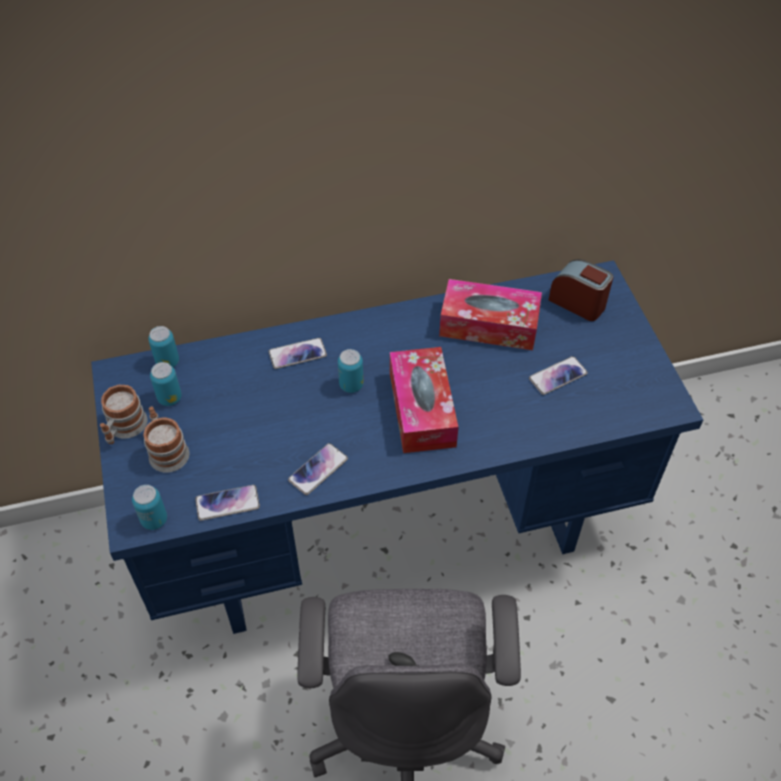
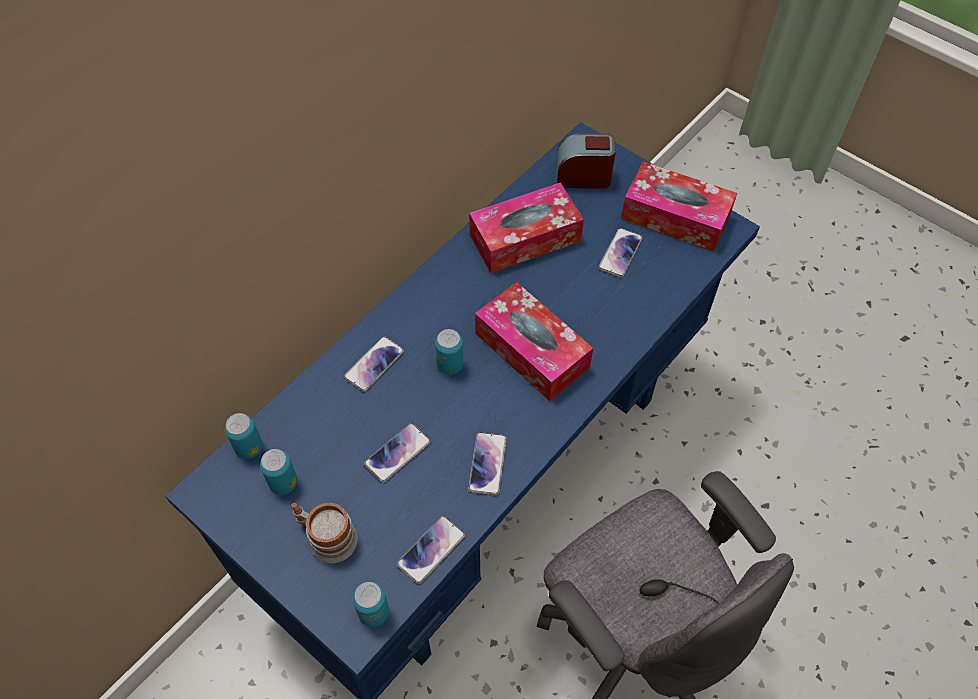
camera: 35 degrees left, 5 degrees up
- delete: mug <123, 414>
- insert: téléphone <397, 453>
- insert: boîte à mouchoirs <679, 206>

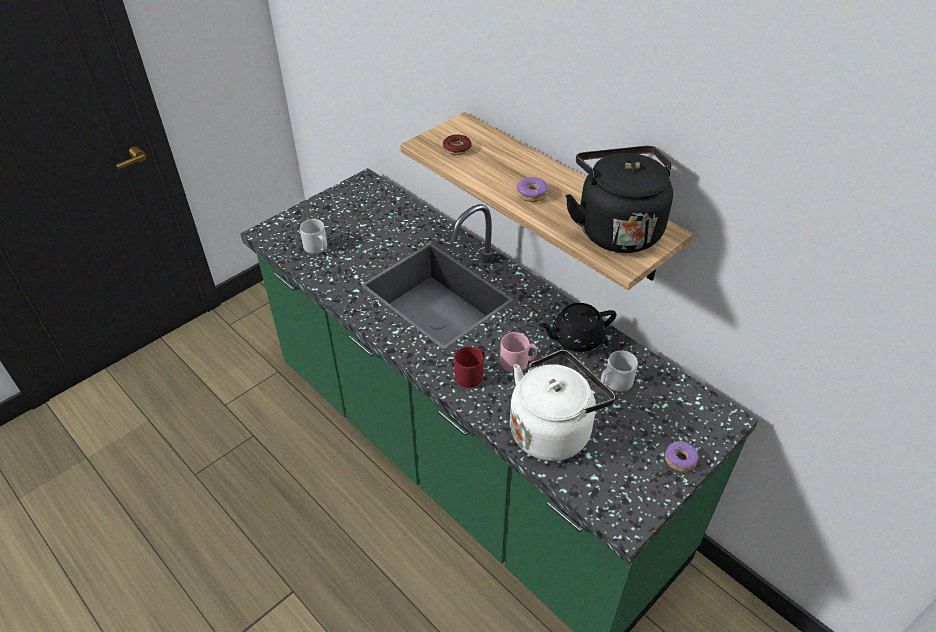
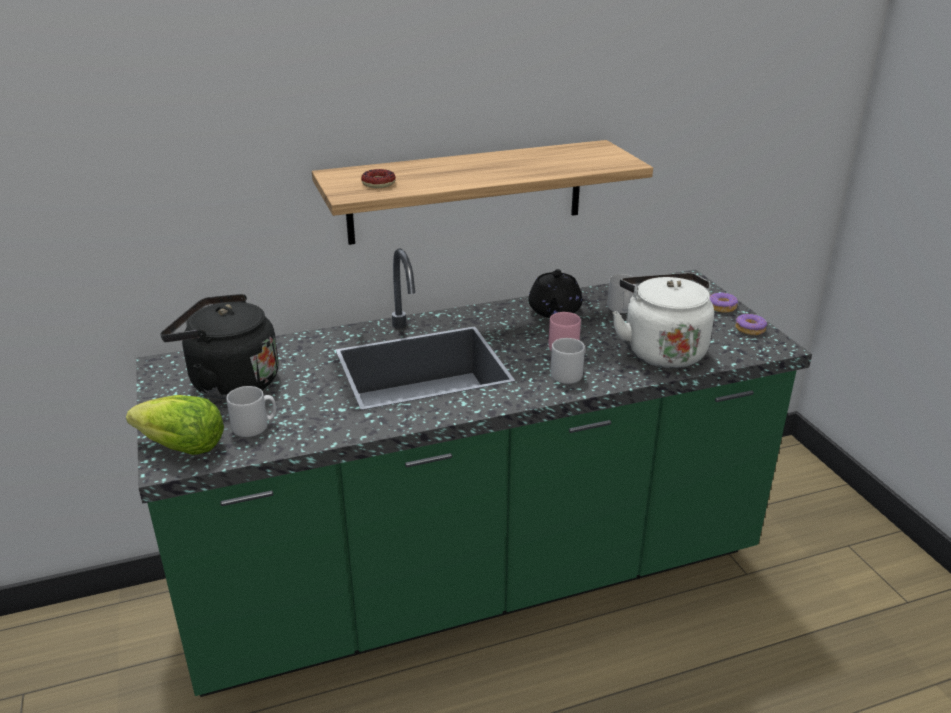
camera: 65 degrees left, 15 degrees down
- insert: laitue <175, 425>
- move: beignet <532, 189> to <751, 324>
- move: bouilloire (noir) <619, 199> to <219, 346>
- recolor: mug (rouge) <469, 367> to mug (gris) <567, 361>

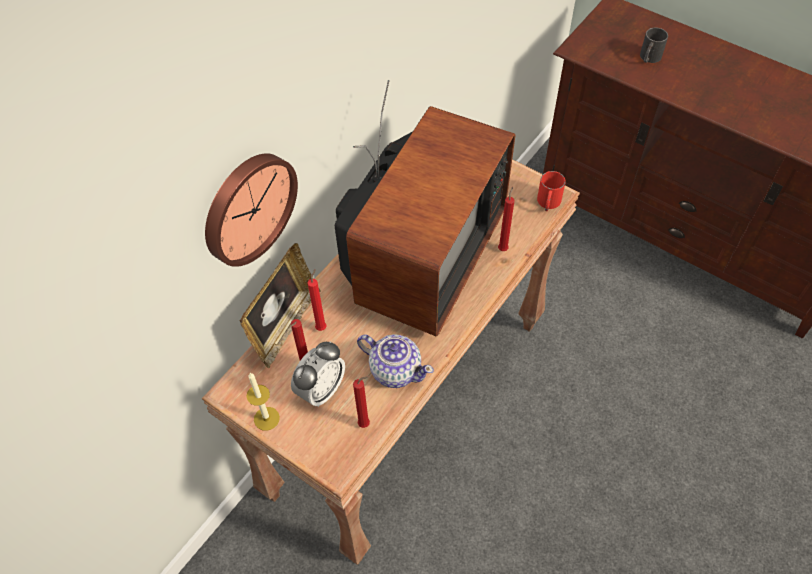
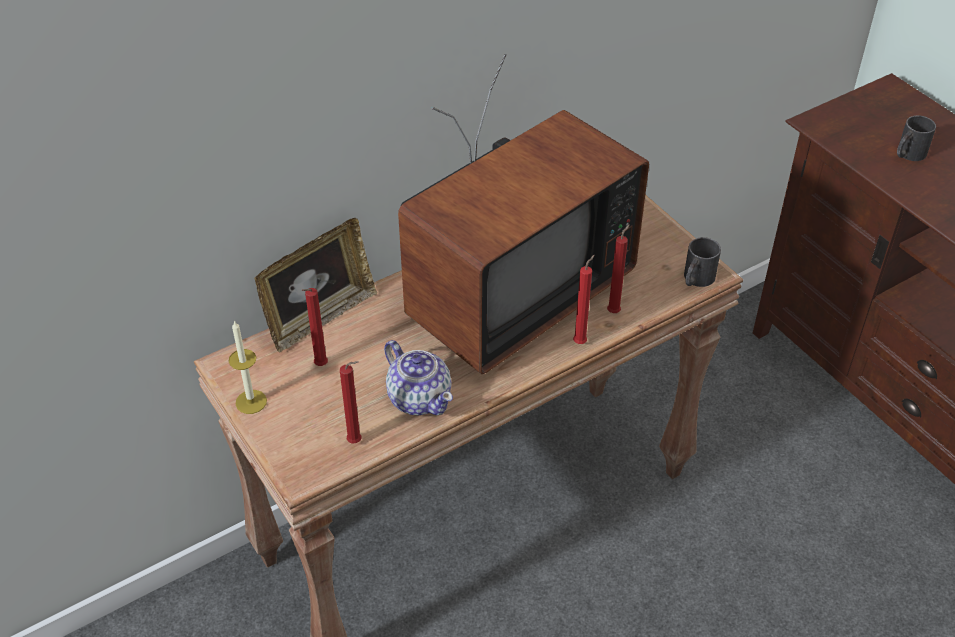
camera: 20 degrees right, 10 degrees down
- delete: horloge murale <251, 210>
- delete: réveil <318, 374>
- move: bougie (rouge) <317, 300> to <584, 299>
- recolor: mug (rouge) <551, 191> to mug (noir) <702, 262>

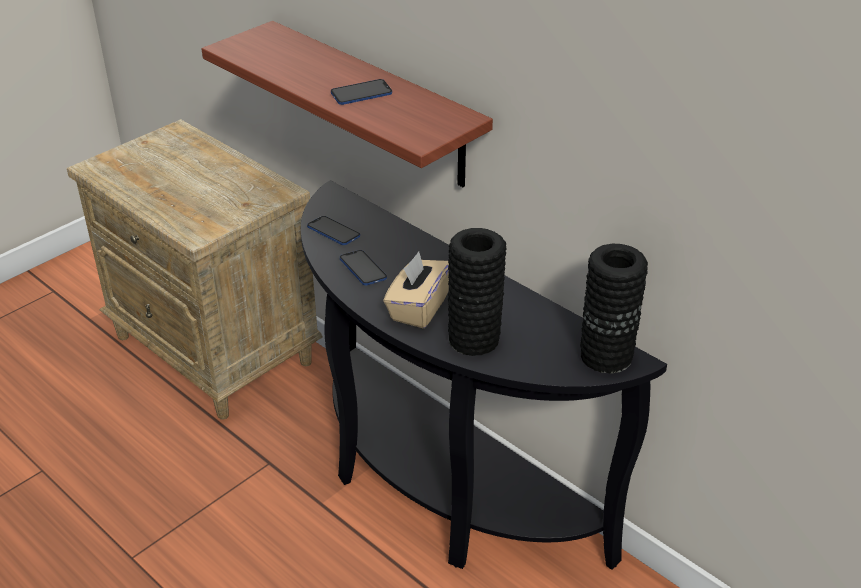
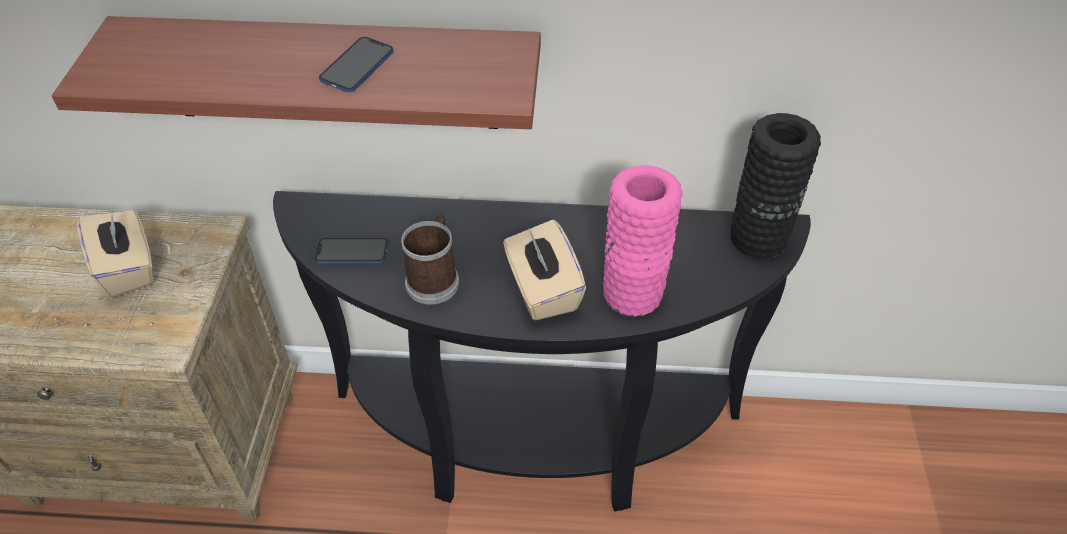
camera: 40 degrees left, 10 degrees up
- insert: boîte à mouchoirs (beige) <115, 253>
- replace: téléphone <363, 267> to mug <430, 259>
- recolor: vase (noir) <477, 292> to vase (rose) <643, 241>

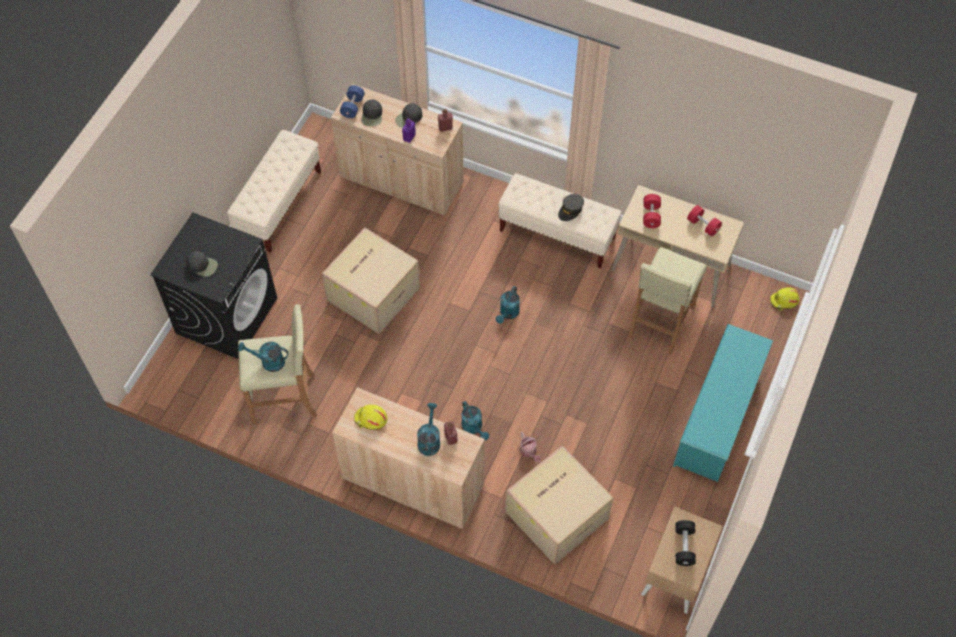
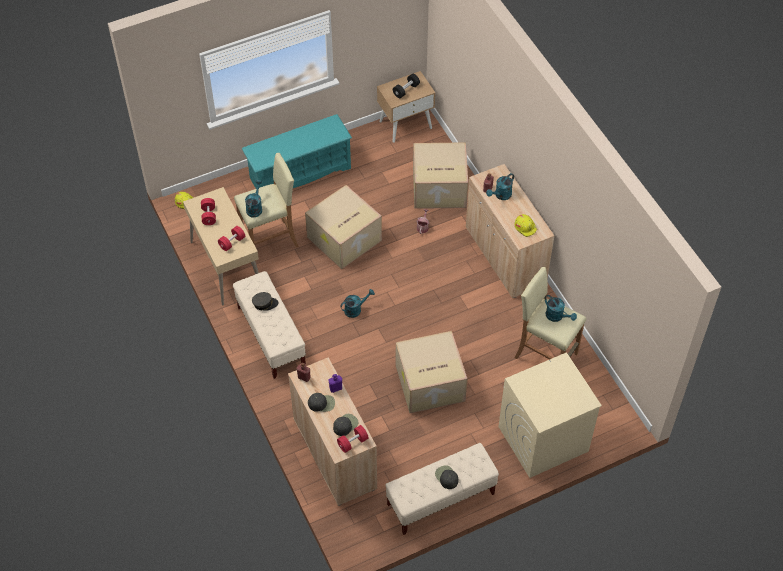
camera: 140 degrees left, 5 degrees down
- insert: carton <343, 227>
- move: casquette (noir) <202, 264> to <446, 477>
- move: arrosoir (turquoise) <475, 420> to <253, 199>
- recolor: lave-linge (noir) <213, 285> to lave-linge (beige) <550, 415>
- recolor: haltère (bleu) <352, 101> to haltère (rouge) <353, 439>

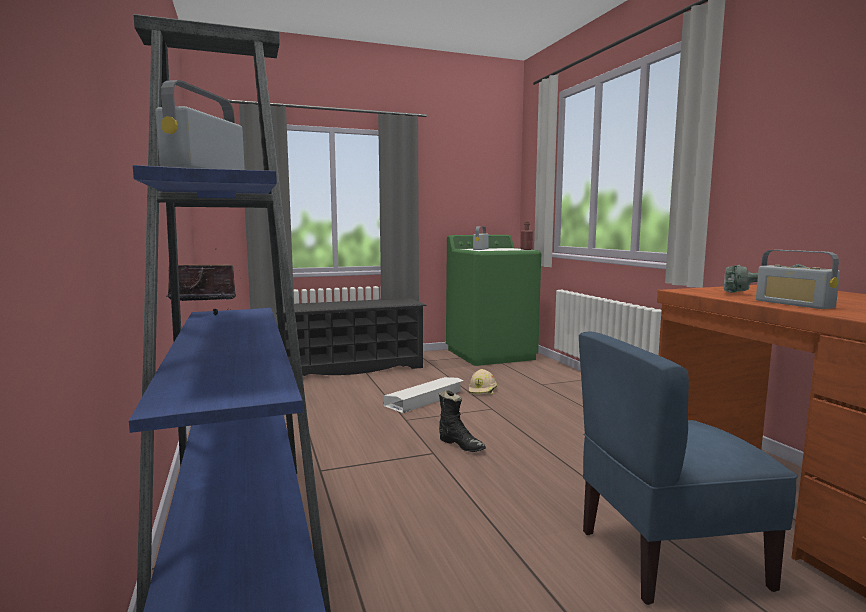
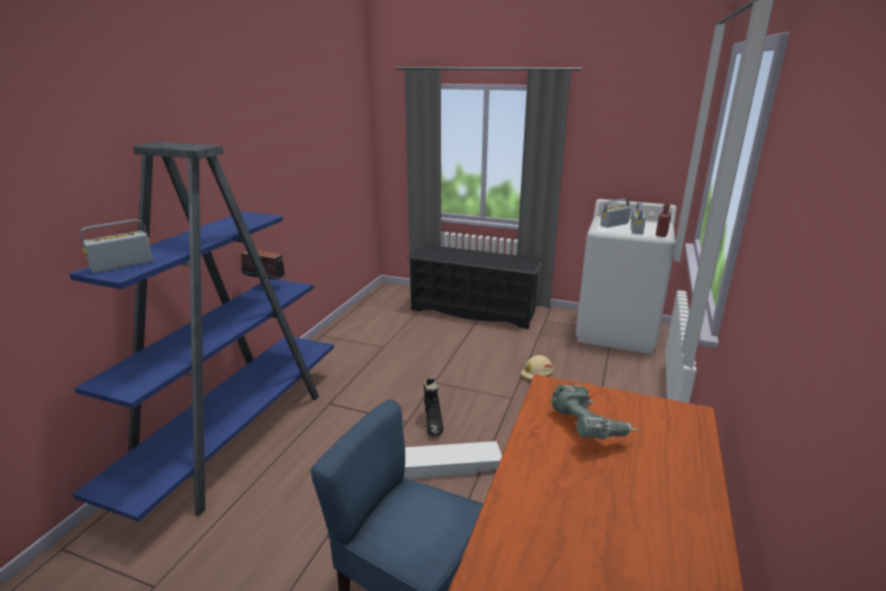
camera: 40 degrees right, 15 degrees up
- move: boîte de rangement (blanc) <424, 395> to <452, 460>
- move: radio <798, 279> to <638, 218>
- recolor: lave-linge (vert) <493, 300> to lave-linge (blanc) <626, 276>

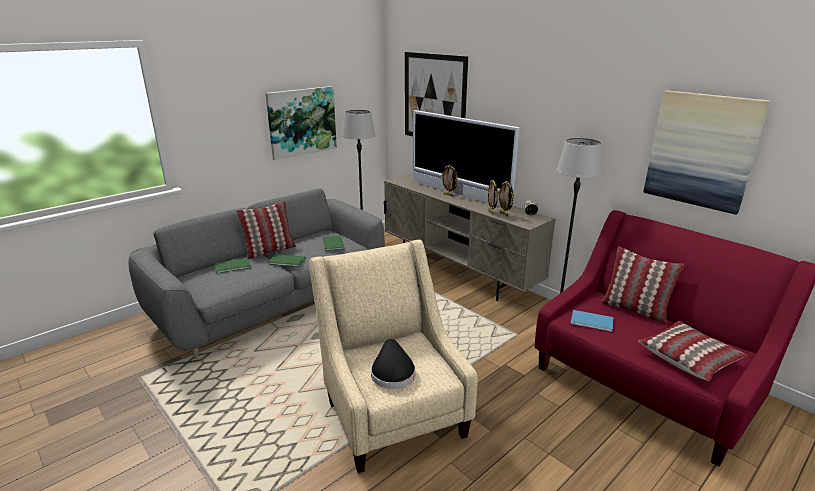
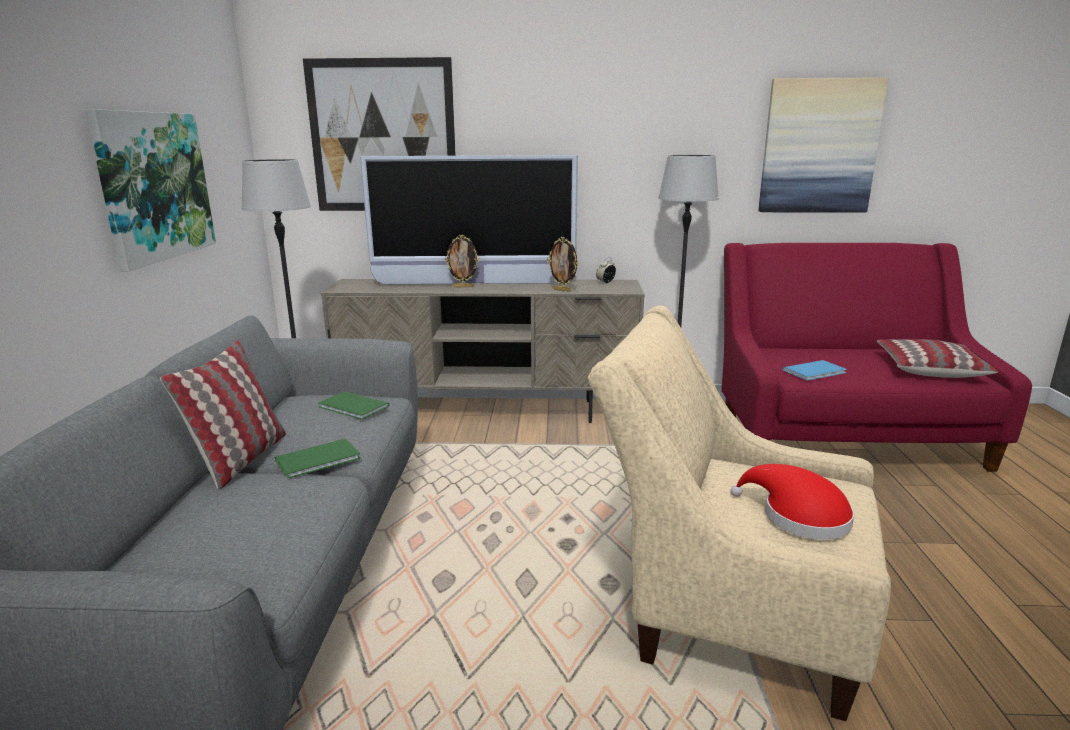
camera: 45 degrees left, 5 degrees down
- delete: livre (vert) <233, 265>
- delete: cadre photo <506, 198>
- delete: coussin <642, 285>
- recolor: chapeau (noir) <393, 364> to chapeau (rouge) <792, 502>

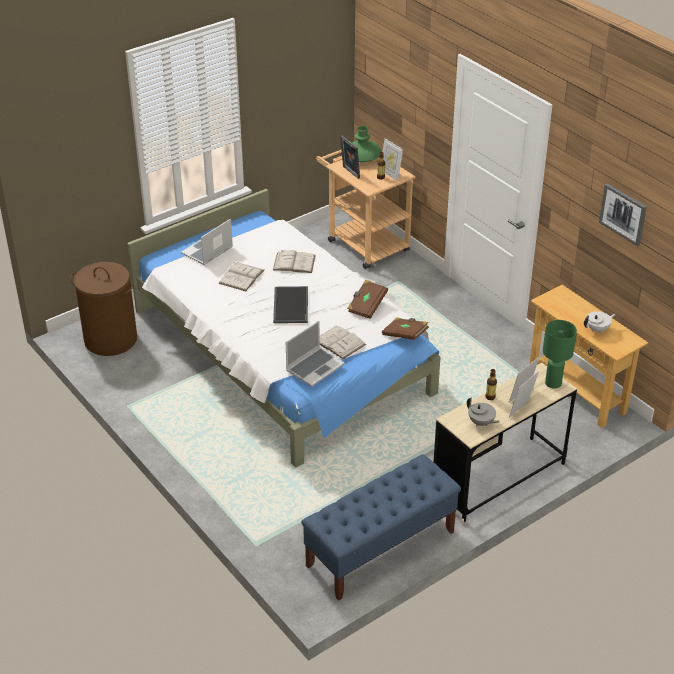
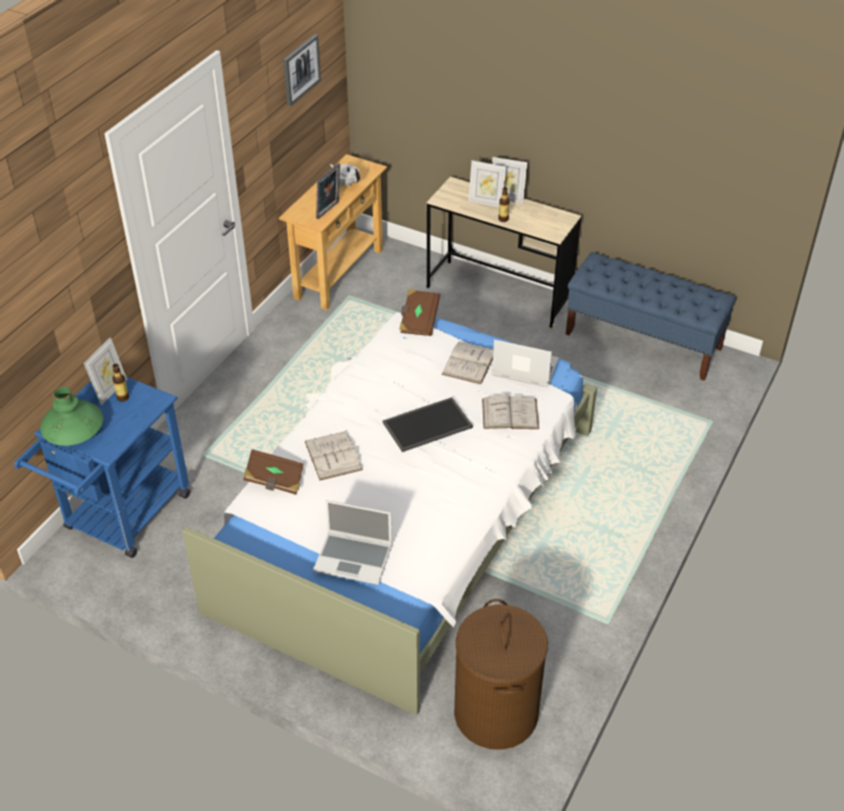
camera: 115 degrees left, 5 degrees up
- delete: théière (gris) <483, 411>
- delete: lampe de table (vert) <560, 354>
- move: livre (blanc) <241, 276> to <510, 411>
- move: cadre photo <350, 157> to <328, 191>
- move: livre (marron) <367, 299> to <273, 472>
- recolor: chariot (beige) <366, 209> to chariot (bleu) <102, 467>

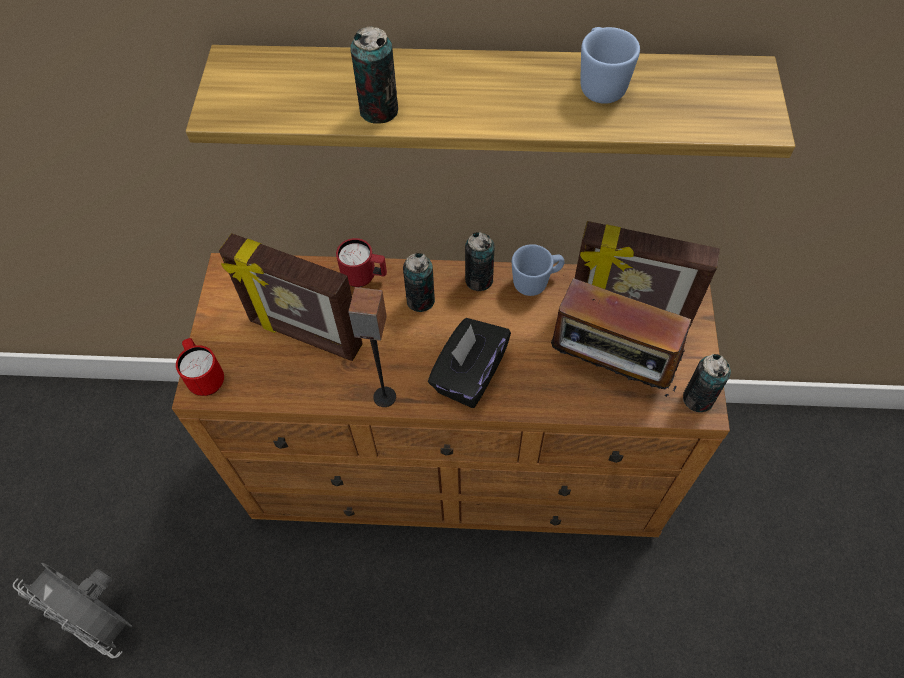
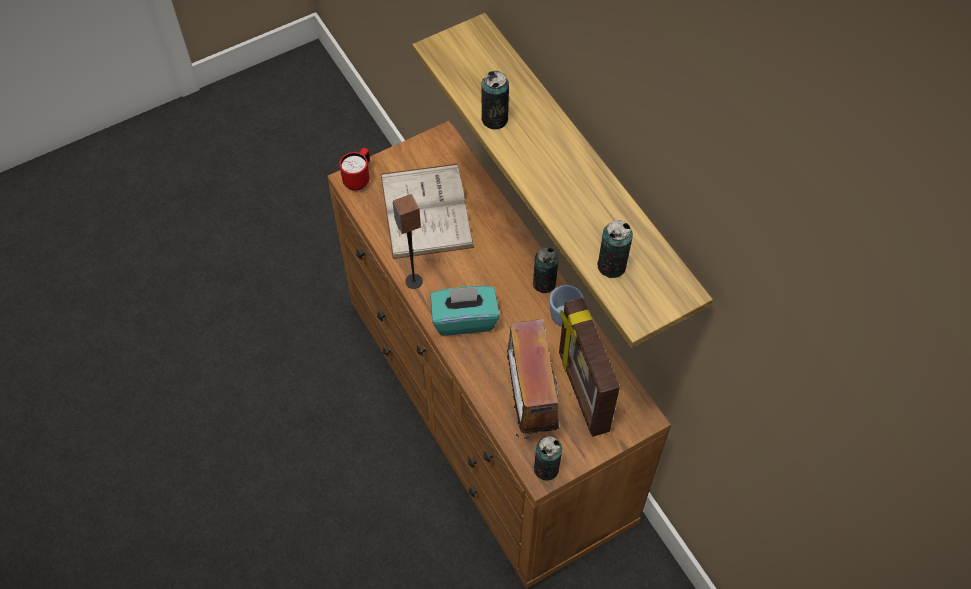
camera: 55 degrees right, 0 degrees up
- delete: ventilateur (gris) <72, 611>
- delete: mug (rouge) <361, 262>
- delete: mug (bleu) <610, 65>
- move: boîte métallique <419, 282> to <615, 249>
- replace: cadre photo <291, 297> to livre (blanc) <427, 211>
- recolor: boîte à mouchoirs (noir) <469, 363> to boîte à mouchoirs (turquoise) <465, 310>

